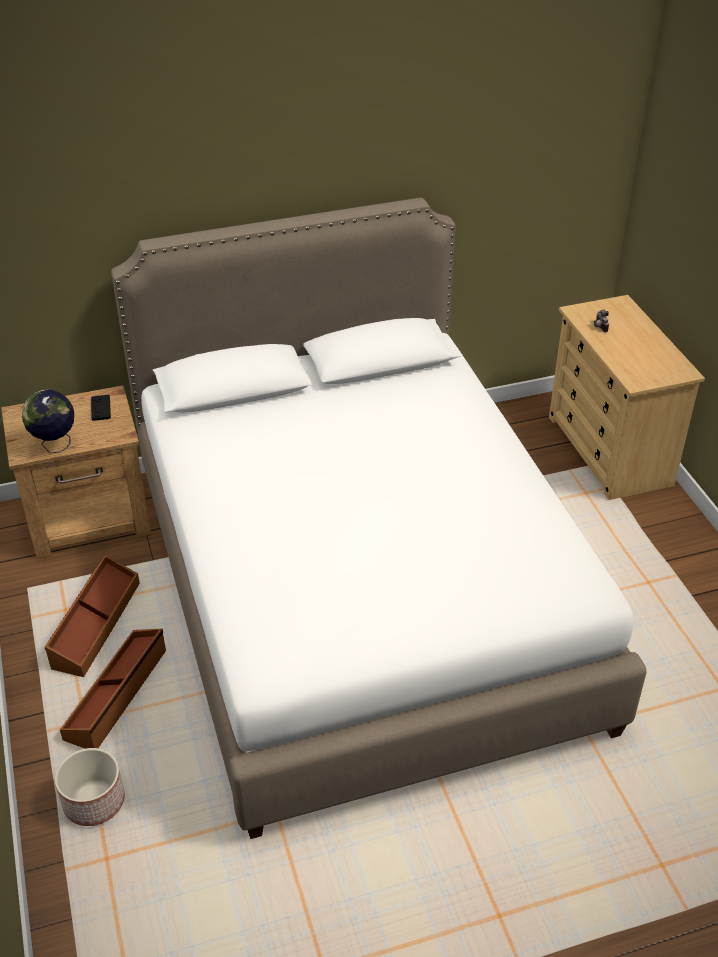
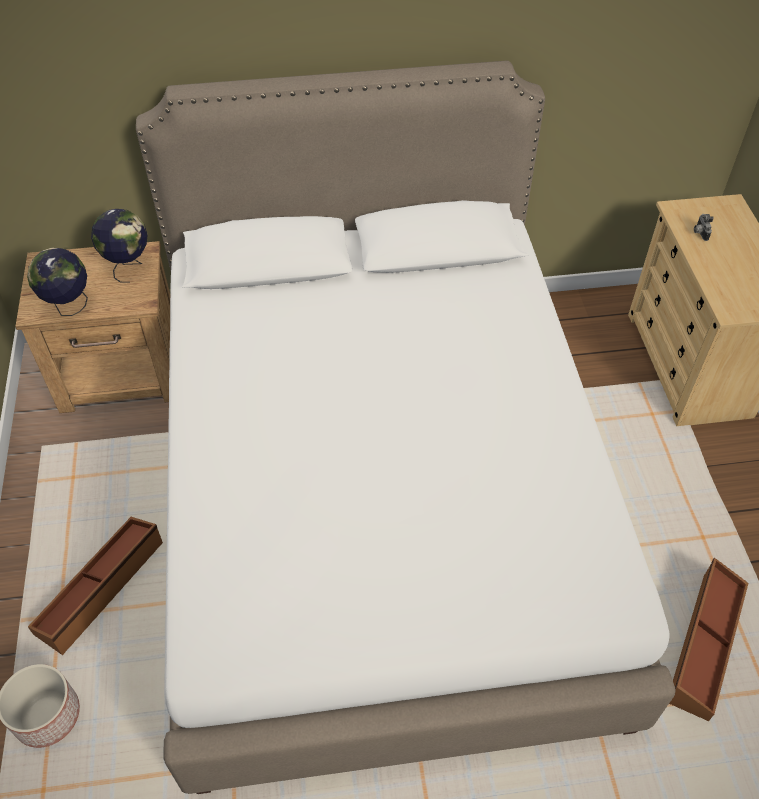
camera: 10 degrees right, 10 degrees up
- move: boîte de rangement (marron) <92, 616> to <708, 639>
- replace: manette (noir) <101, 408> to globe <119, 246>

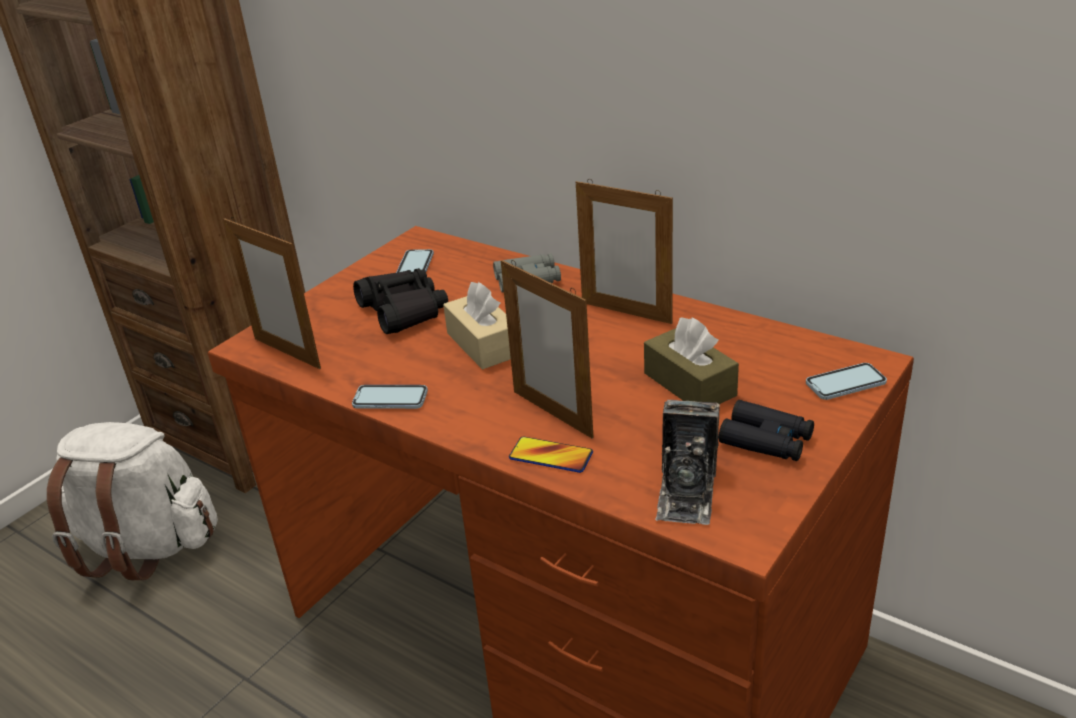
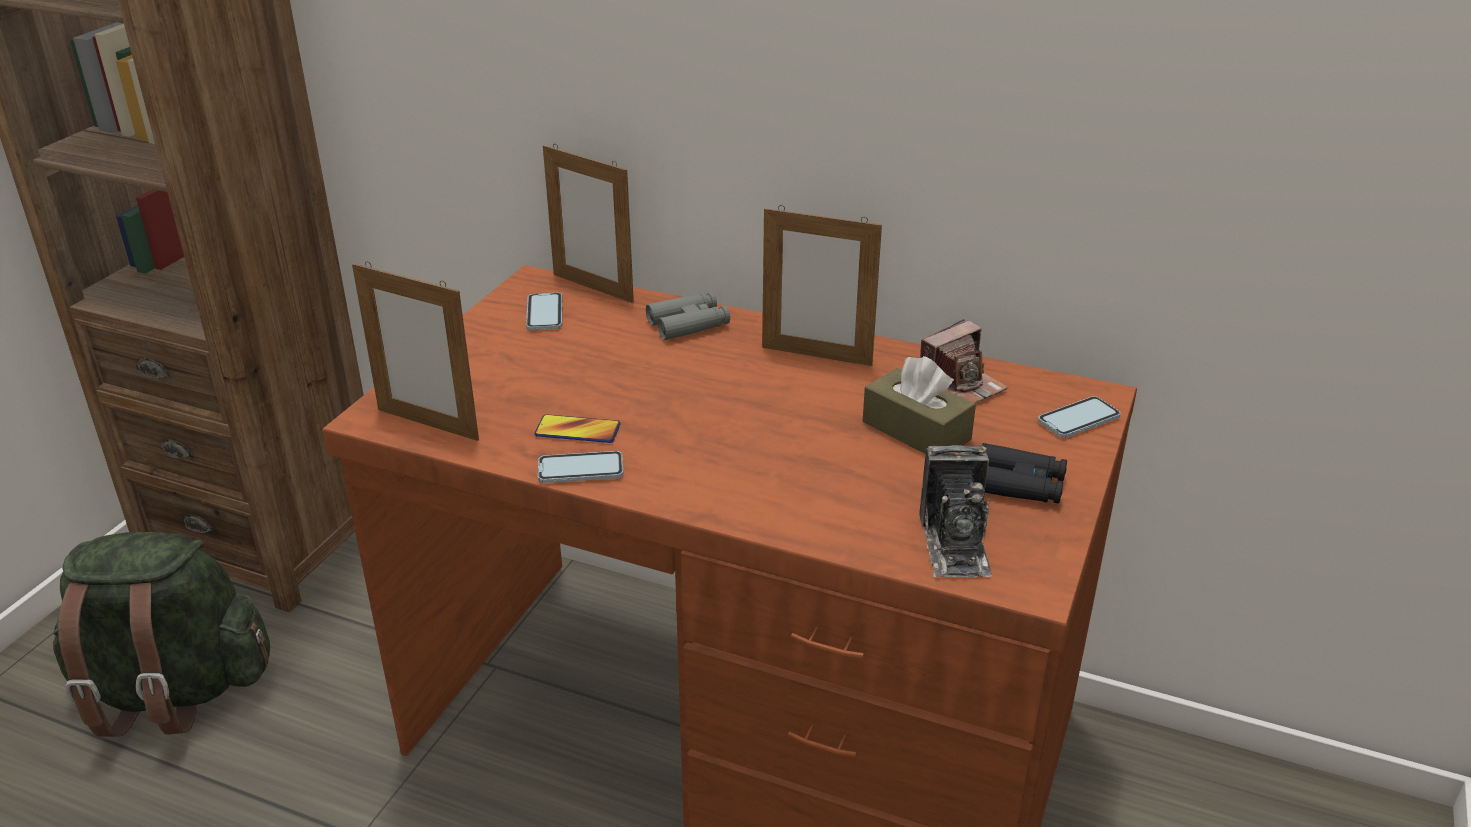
camera: 15 degrees left, 0 degrees up
- delete: jumelles (noir) <400, 301>
- delete: boîte à mouchoirs (beige) <477, 326>
- insert: appareil photo <964, 361>
- move: cadre photo <547, 349> to <588, 223>
- move: téléphone <551, 455> to <577, 428>
- recolor: sac à dos (blanc) <132, 501> to sac à dos (vert) <161, 634>

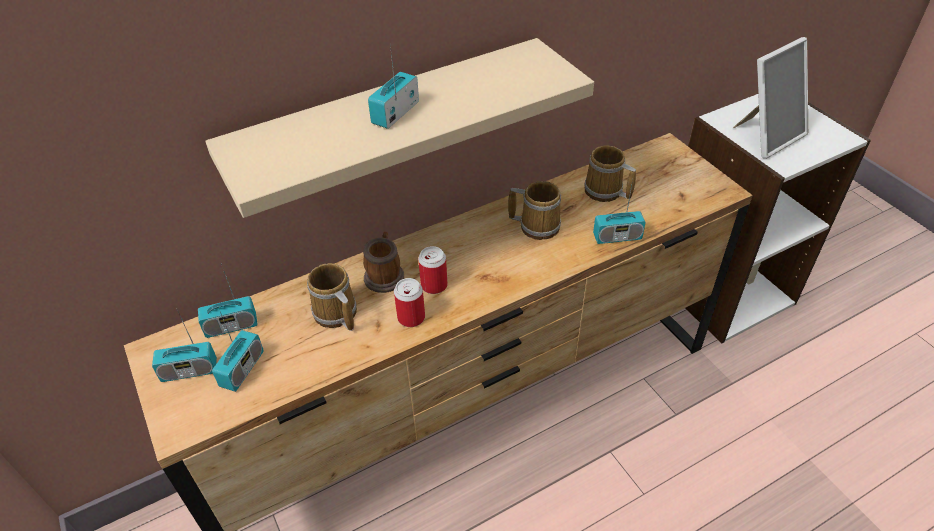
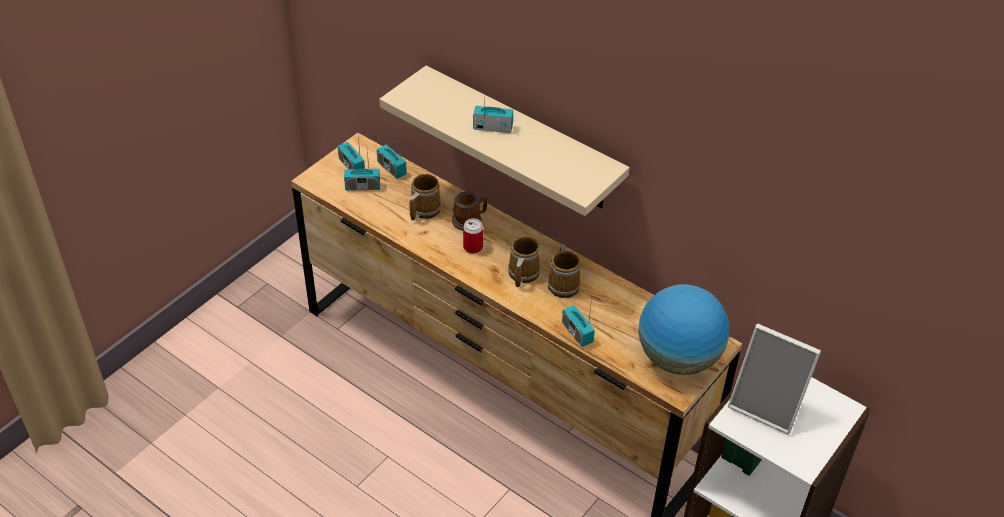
camera: 65 degrees right, 0 degrees up
- delete: boîte métallique <409, 302>
- insert: globe <683, 330>
- move: mug <610, 173> to <524, 261>

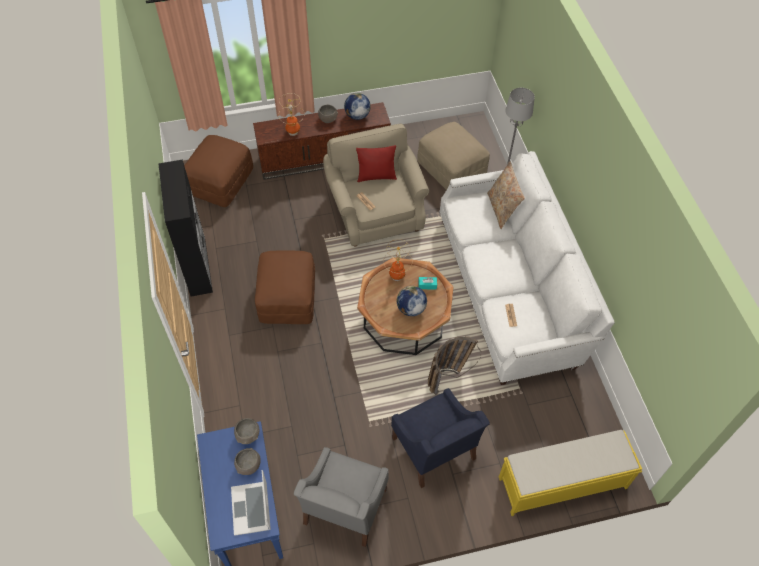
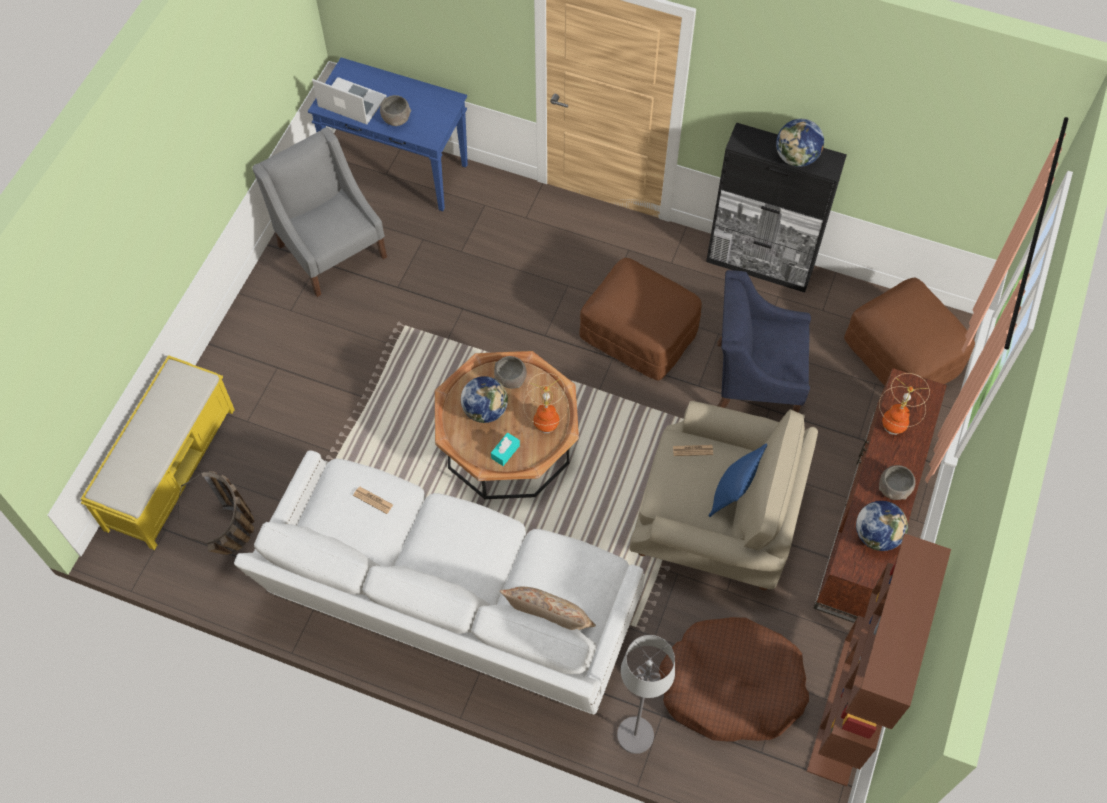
camera: 125 degrees right, 5 degrees up
- insert: globe <800, 143>
- insert: bibliothèque (marron) <879, 660>
- move: bol (gris) <246, 431> to <510, 372>
- move: fauteuil (bleu) <440, 438> to <764, 341>
- move: panier <454, 365> to <216, 513>
- replace: pouf (beige) <453, 156> to panier pour chien (marron) <734, 679>
- recolor: coussin (rouge) <376, 163> to coussin (bleu) <737, 480>

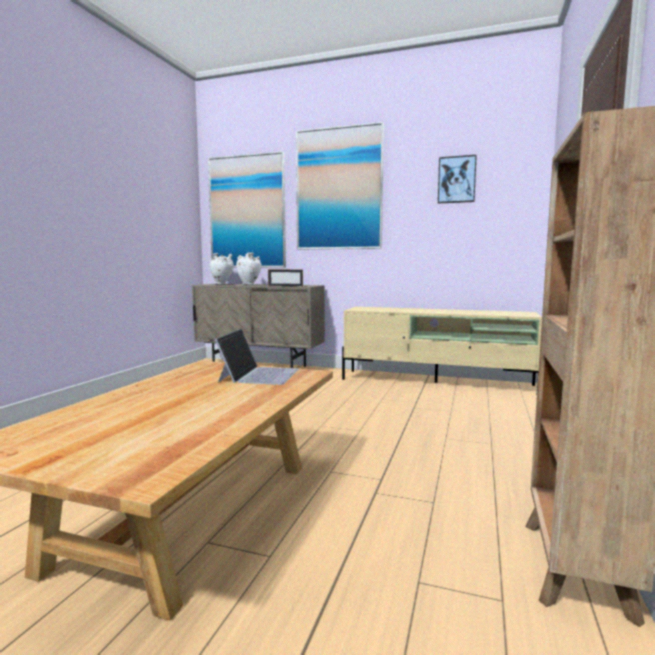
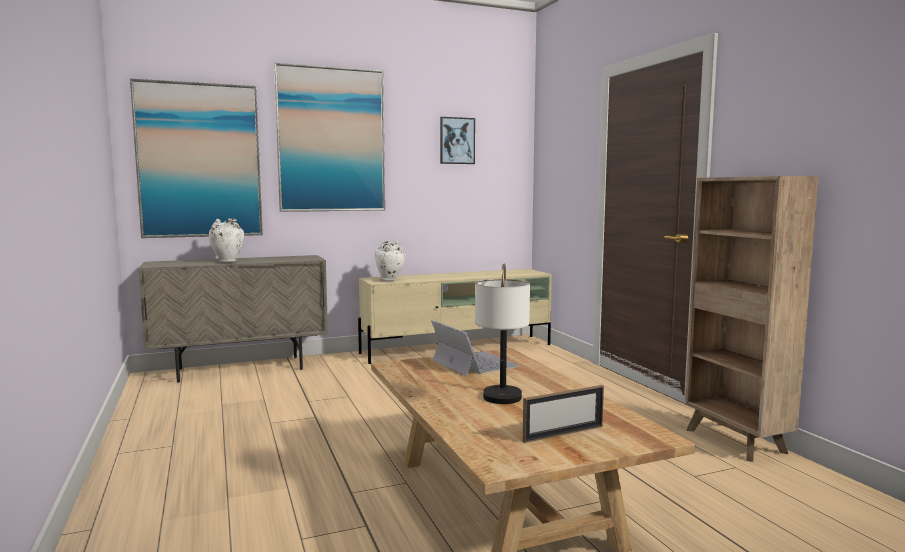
camera: 40 degrees left, 0 degrees up
- insert: lampe de table <502, 334>
- move: vase (blanc) <221, 268> to <390, 261>
- move: cadre photo <285, 278> to <563, 414>

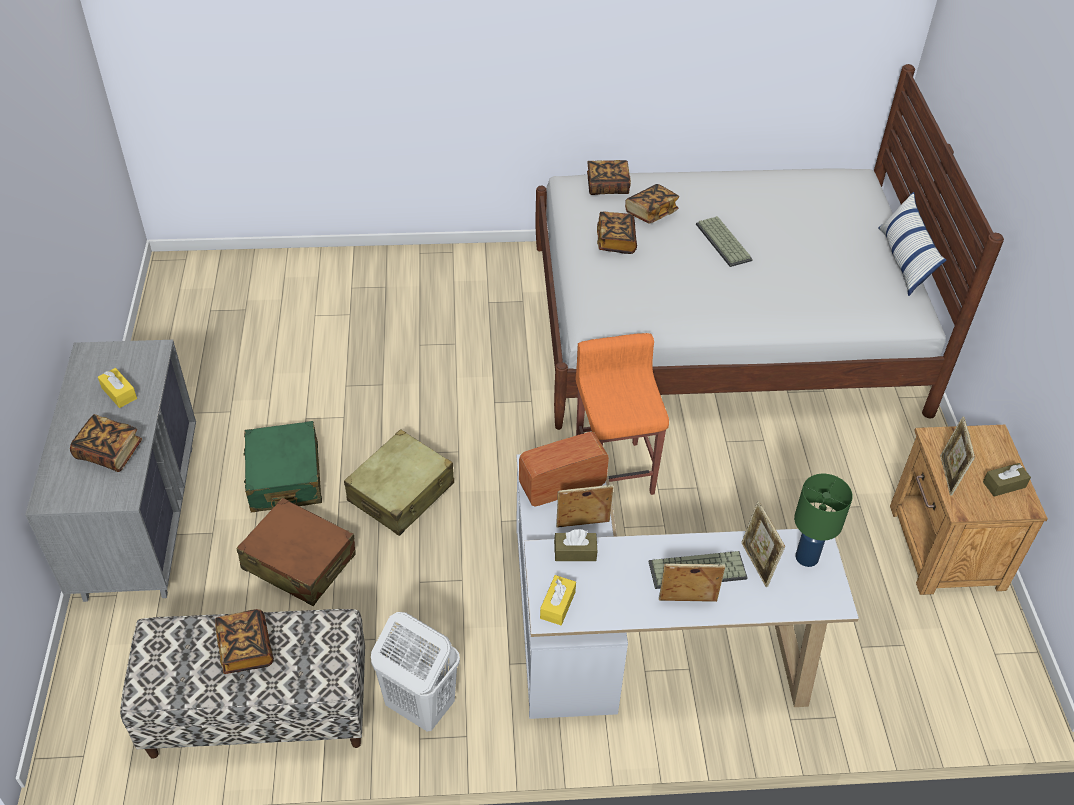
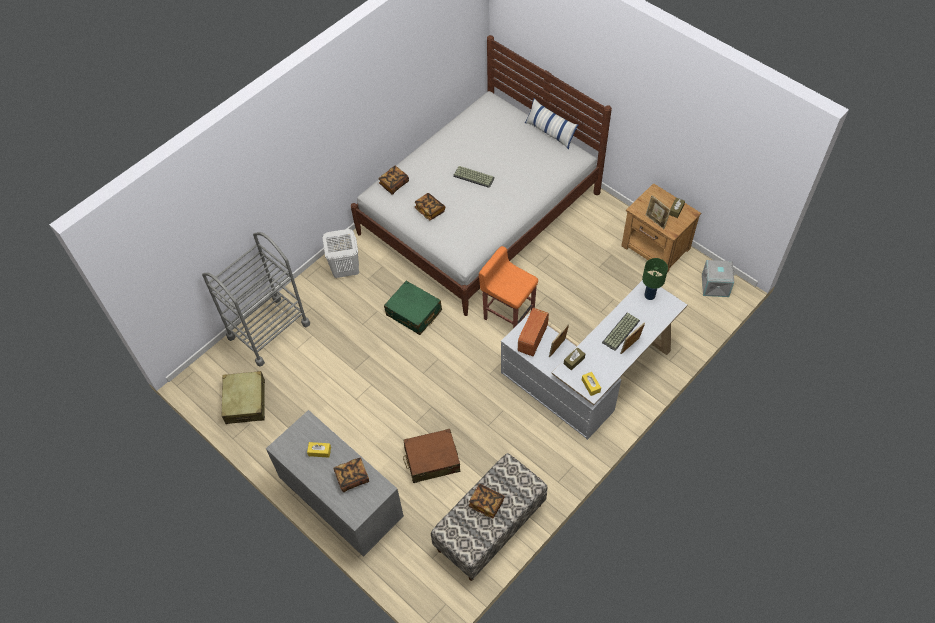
camera: 40 degrees left, 10 degrees up
- delete: livre <652, 204>
- delete: cadre photo <763, 544>
- insert: chariot (gris) <256, 299>
- insert: boîte de rangement (gris) <719, 278>
- move: valise (vert) <283, 466> to <413, 308>
- move: valise (beige) <399, 482> to <243, 397>
- move: panier à linge (blanc) <415, 671> to <340, 253>

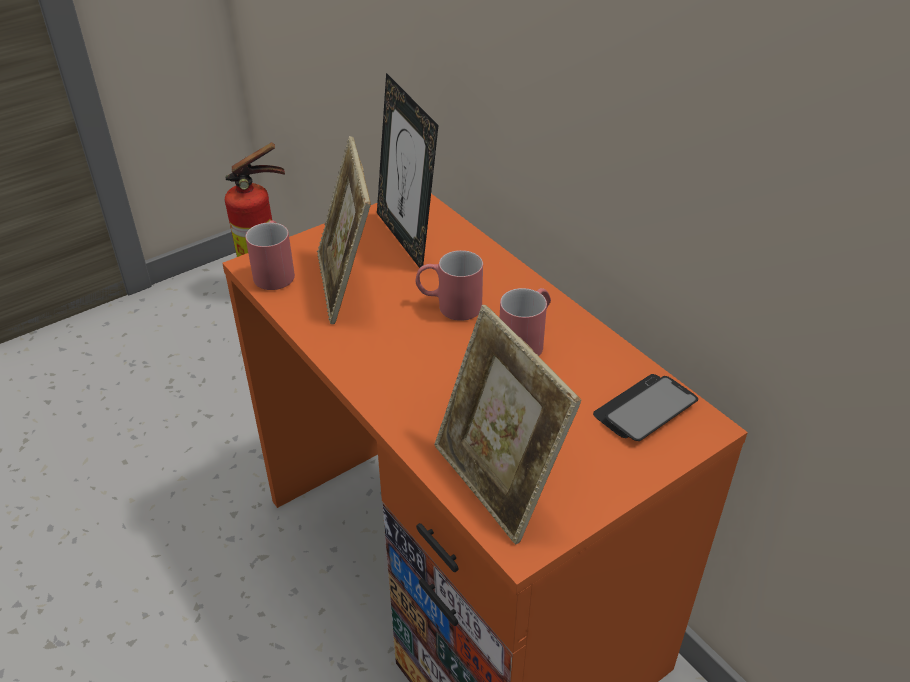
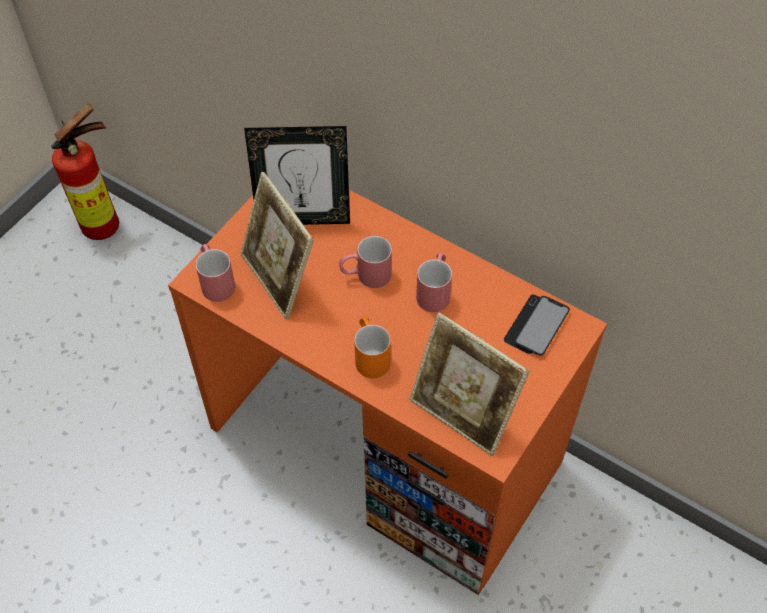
camera: 20 degrees left, 15 degrees up
- insert: mug (orange) <372, 347>
- rotate: cadre photo <407, 172> = <297, 175> 45 degrees counterclockwise

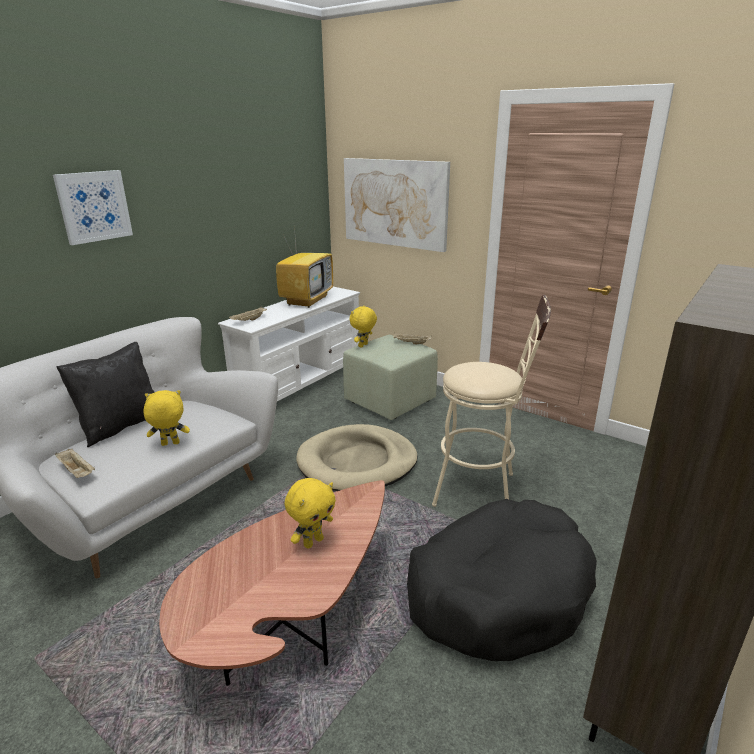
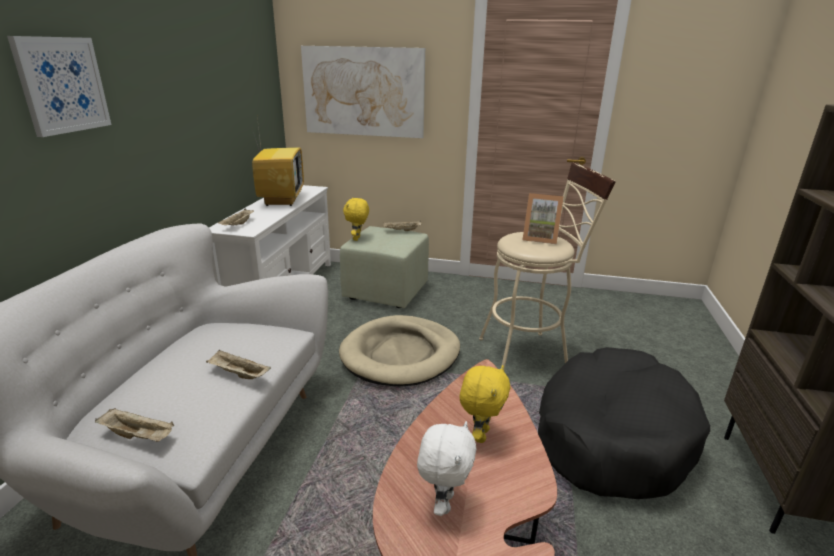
camera: 25 degrees left, 0 degrees up
- delete: coussin (noir) <105, 394>
- insert: peluche (blanc) <447, 468>
- insert: cadre photo <543, 218>
- replace: peluche (jaune) <166, 418> to plateau (beige) <238, 364>

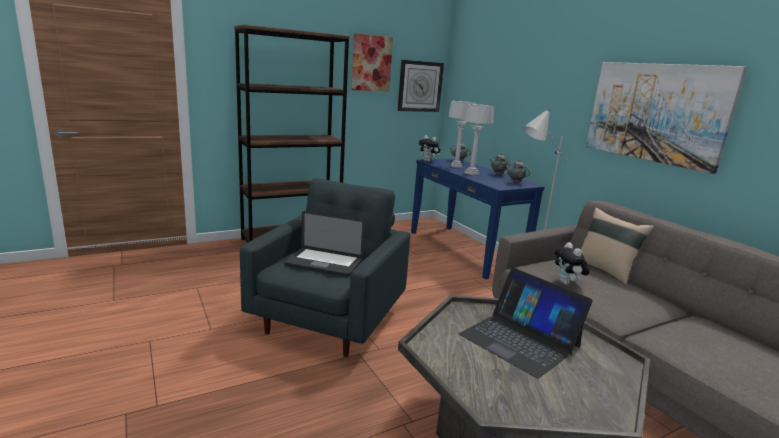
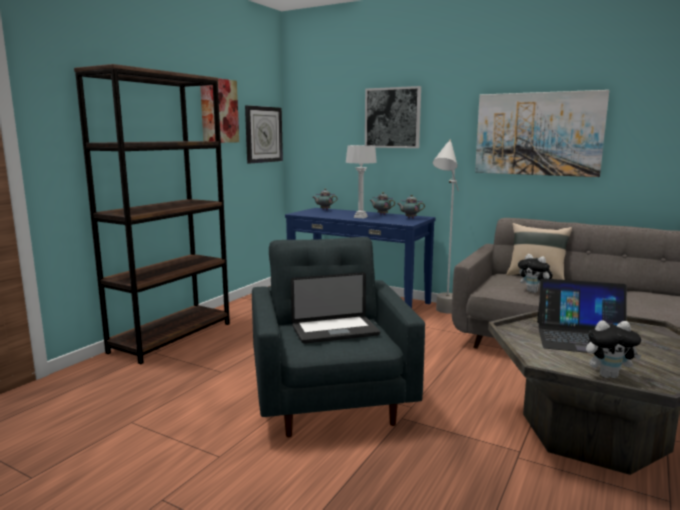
camera: 30 degrees left, 5 degrees down
- delete: lampe de table (gris) <462, 134>
- insert: tableau <393, 117>
- move: peluche <429, 148> to <613, 349>

